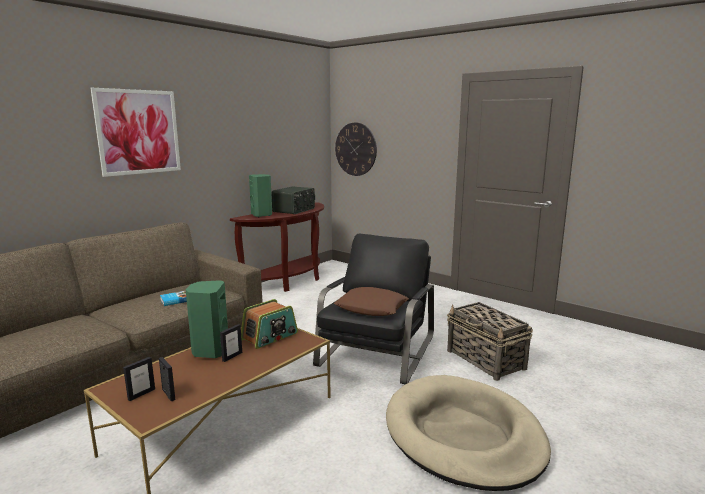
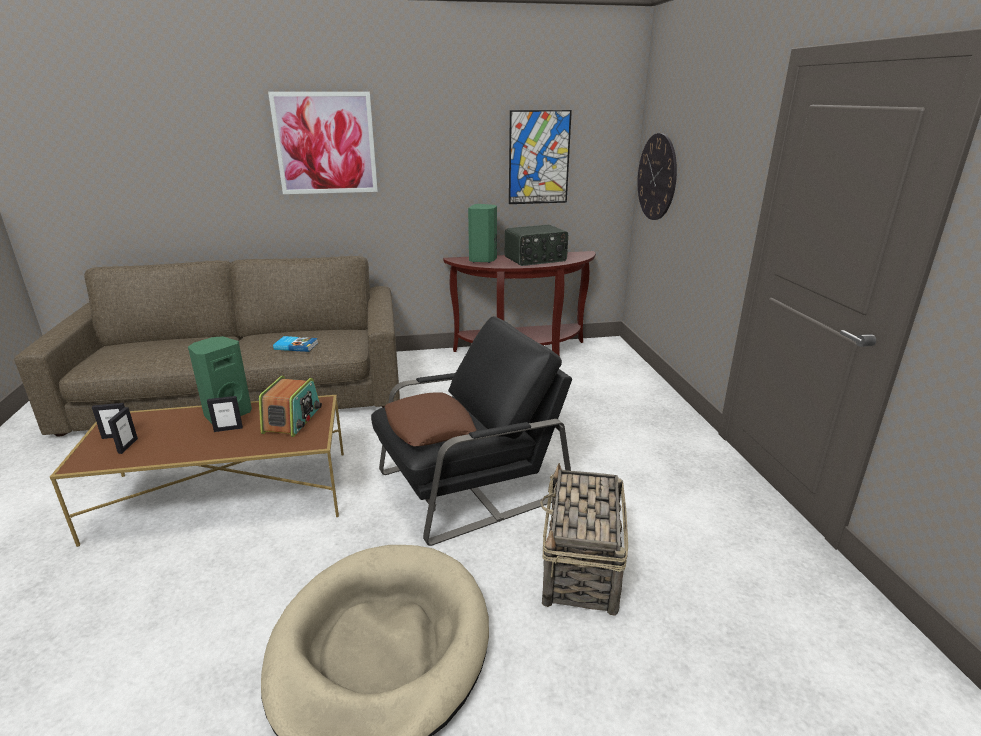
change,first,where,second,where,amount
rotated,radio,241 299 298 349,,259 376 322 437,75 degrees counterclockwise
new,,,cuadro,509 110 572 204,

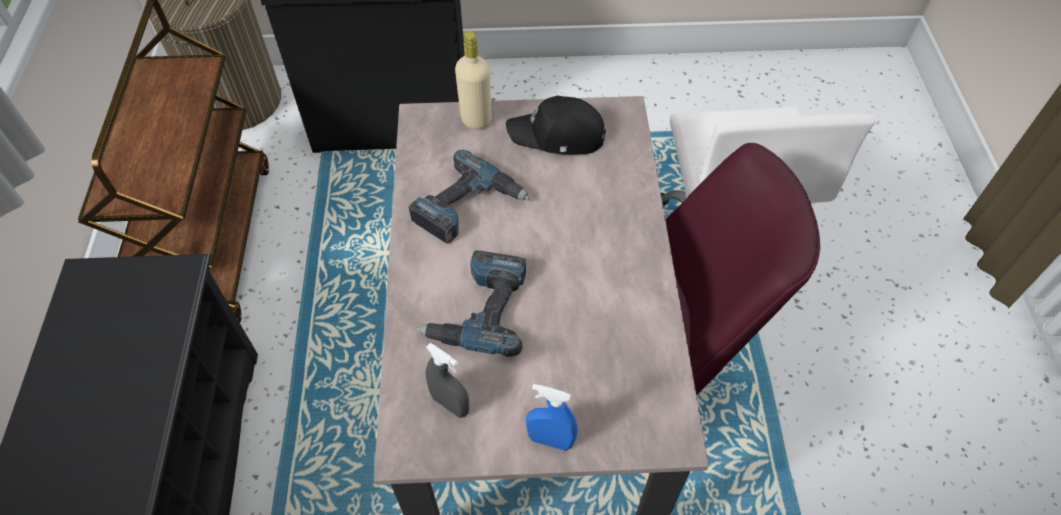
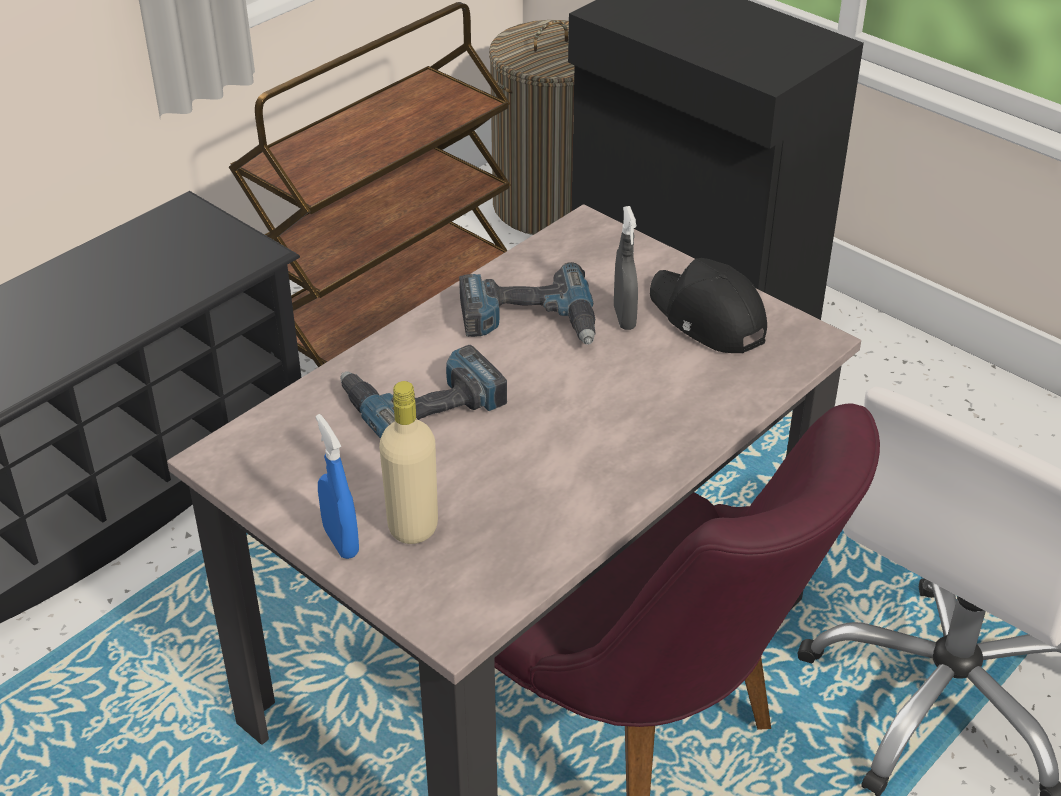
change,first,where,second,where,amount
shifted,botella [beis],455 31 492 130,,379 381 438 544,
shifted,pulverizador [gris],426 343 469 418,,614 206 638 330,

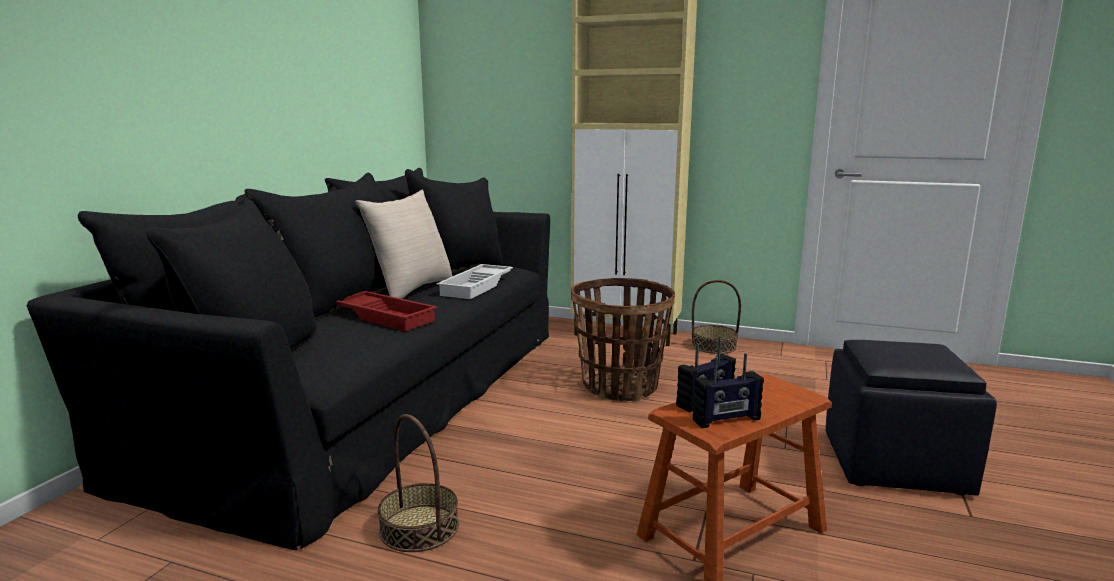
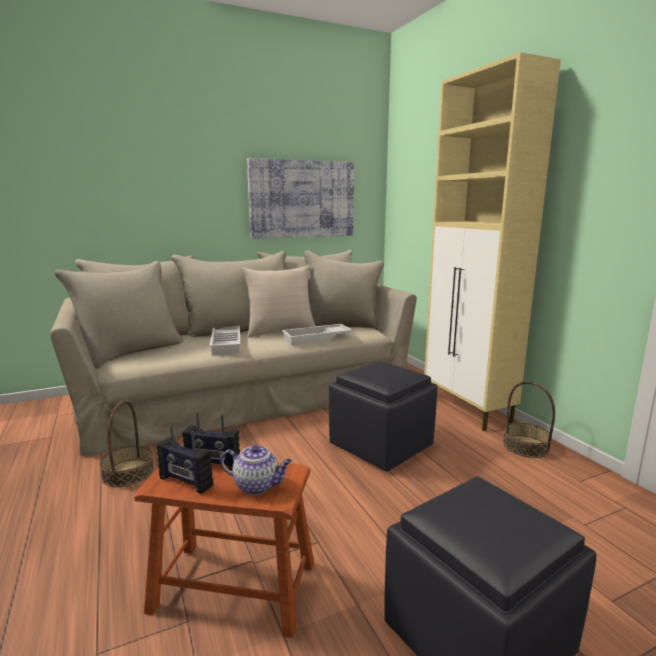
change,first,where,second,where,amount
repainted,sofá [negro],26 168 550 550,sofá [beis],50 250 417 456,
swapped,cesta,571 278 675 401,puf [negro],329 361 437 472,
repainted,bandeja [rojo],336 291 438 331,bandeja [blanco],209 326 240 355,
new,,,cuadro,247 158 354 239,
new,,,tetera,220 445 292 495,

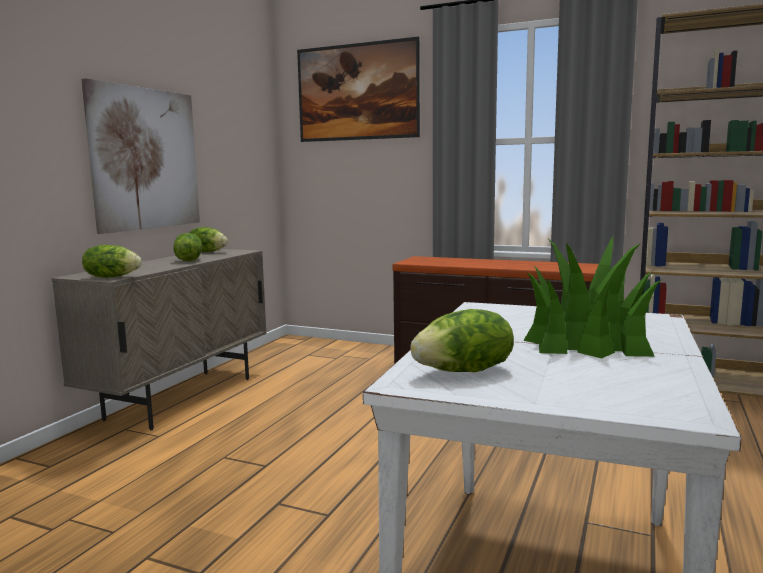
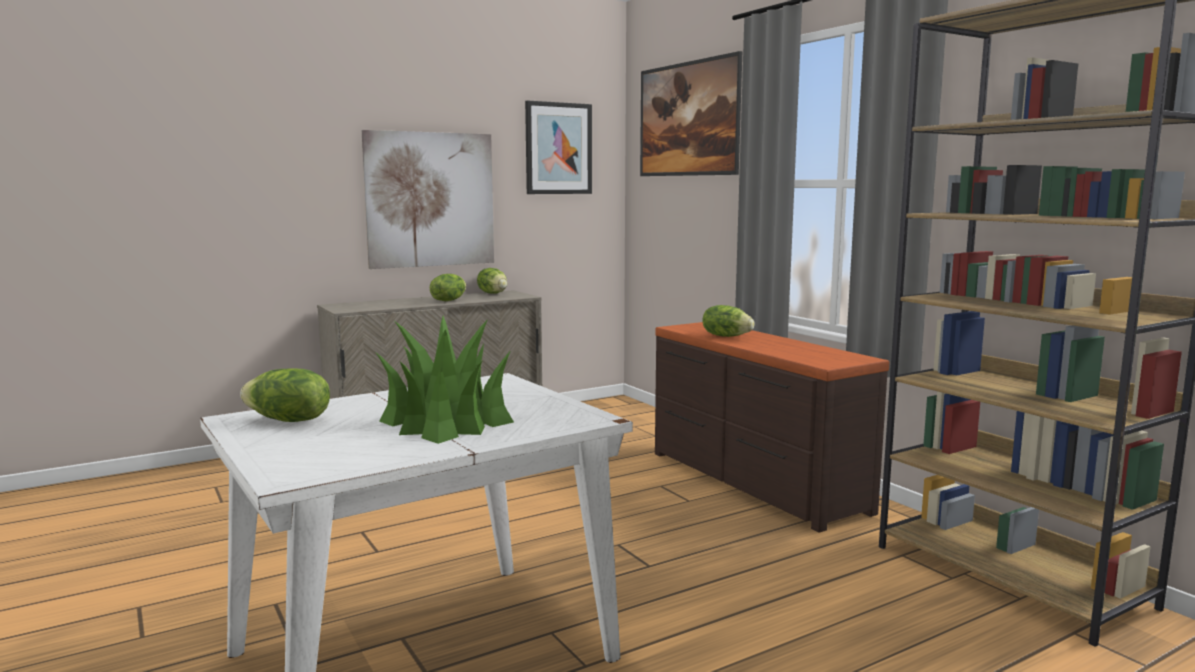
change,first,where,second,where,amount
shifted,lechuga,82 245 142 278,,703 305 755 337,
new,,,cuadro,525 100 592 194,

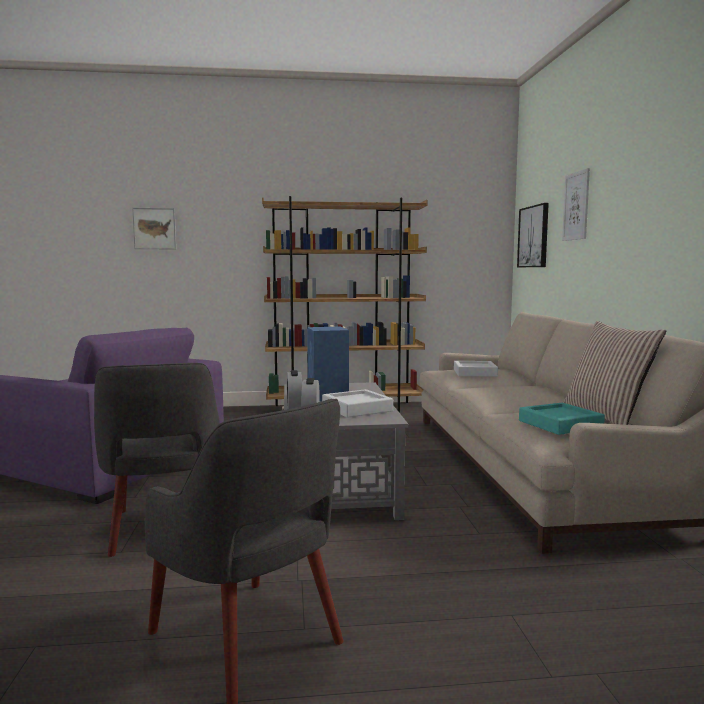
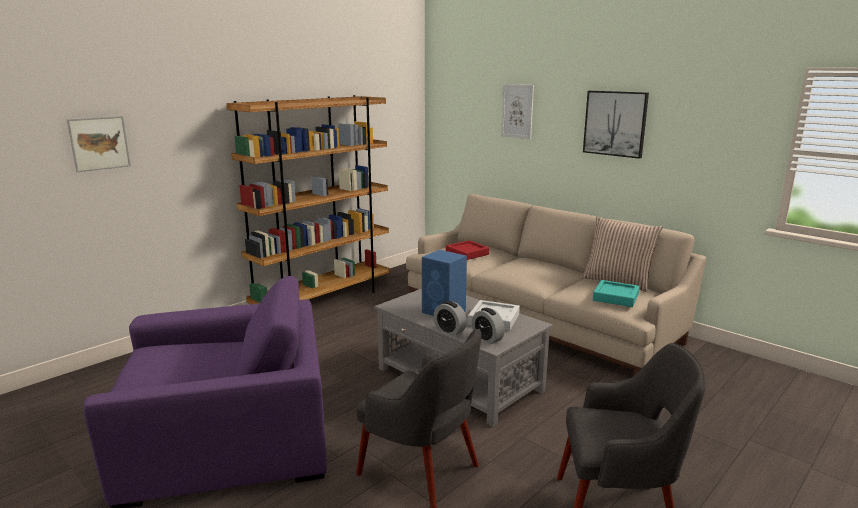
change,first,where,second,where,amount
shifted,cuadro,517 203 549 267,,583 91 649 159,
repainted,bandeja [gris],454 361 498 377,bandeja [rojo],446 240 489 260,

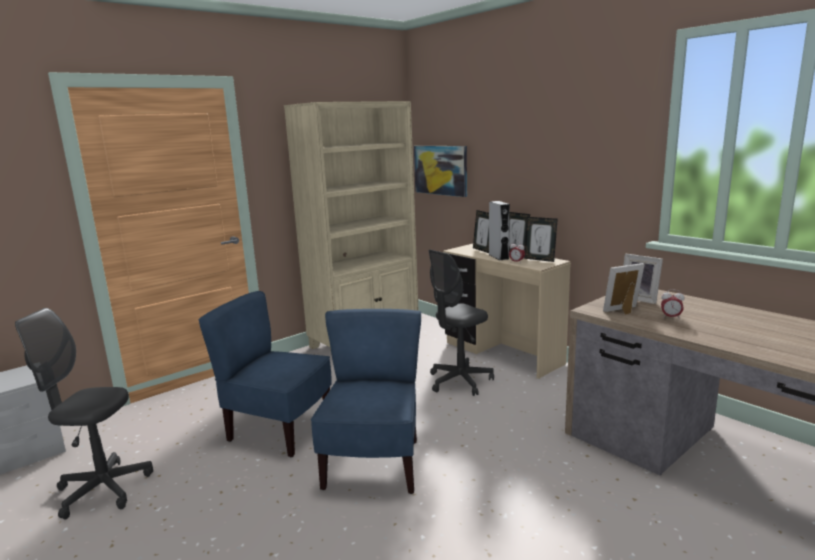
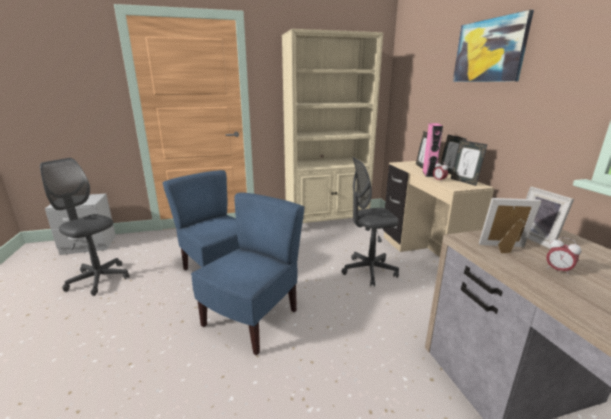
change,first,where,second,where,amount
shifted,cuadro,414 146 467 197,,453 10 534 82,
repainted,altavoz [gris],489 201 510 260,altavoz [rosa],423 123 443 177,

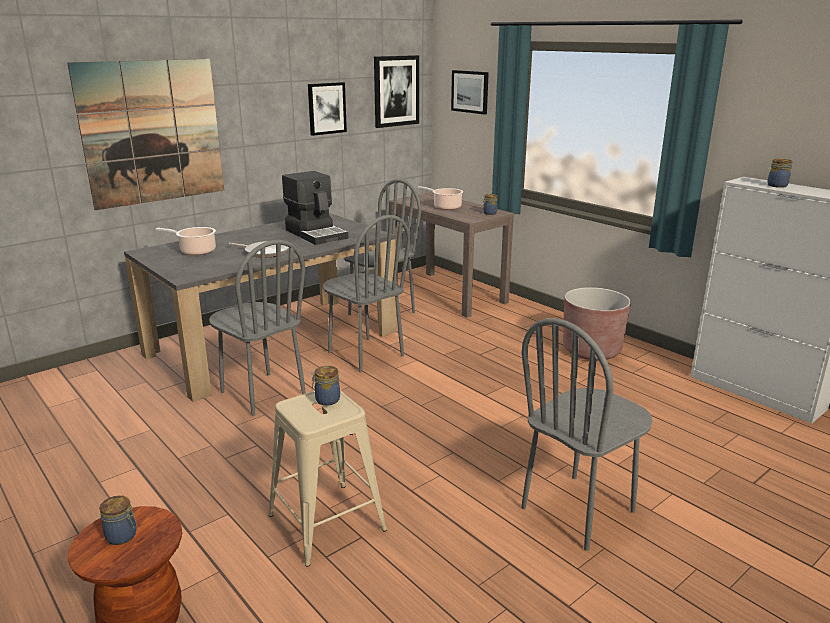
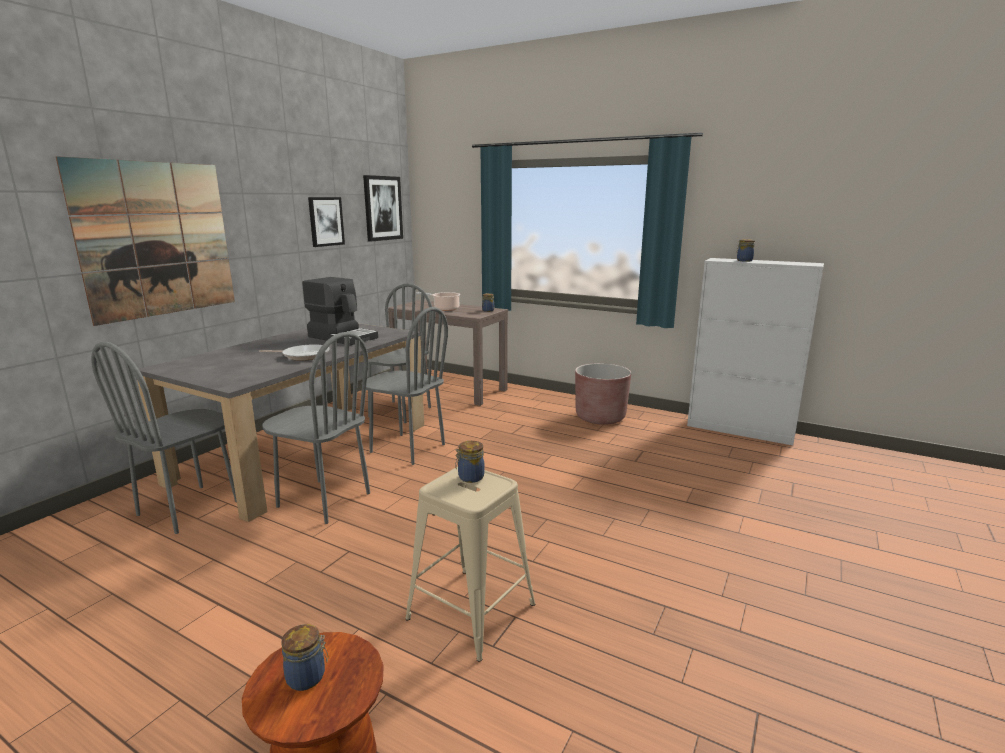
change,first,where,second,where,amount
gone,cuadro,451 70 489 115,,,
gone,olla,155 227 216 255,,,
shifted,silla [gris],521 318 653 551,,91 342 237 534,

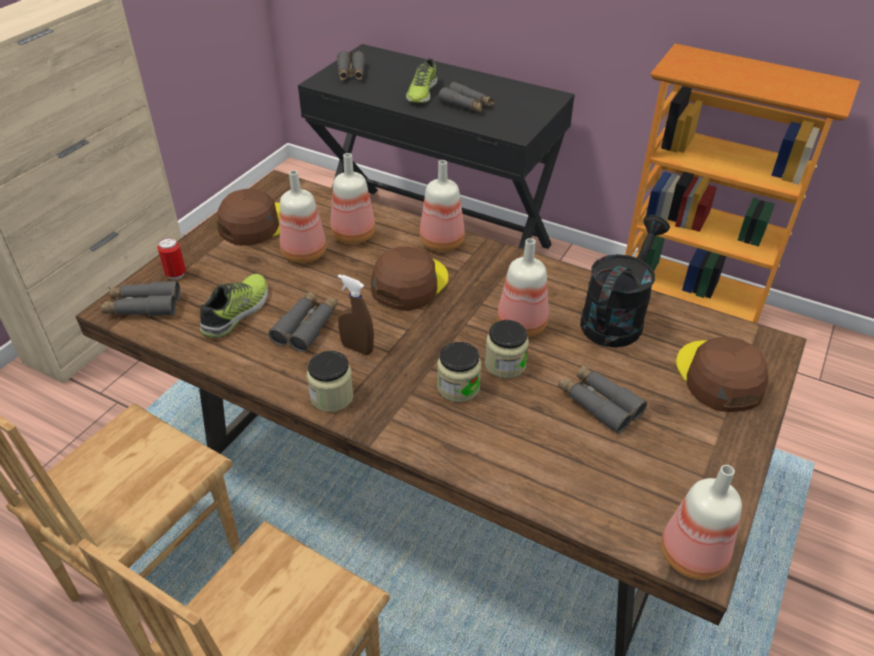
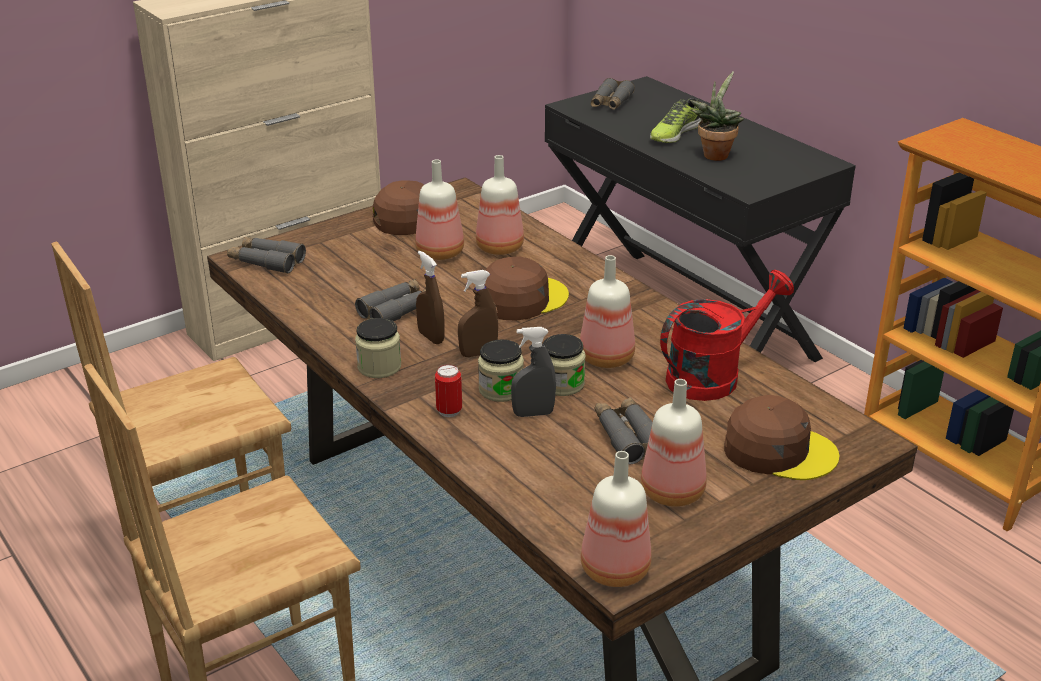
change,first,where,second,where,amount
swapped,prismáticos [gris],438 82 494 112,planta en maceta,690 71 744 161,
shifted,botella,420 160 465 252,,641 379 707 507,
repainted,regadera [negro],580 215 670 347,regadera [rojo],660 270 794 401,
shifted,lata,158 238 186 280,,435 364 462 417,
gone,zapato,200 274 268 338,,,
rotated,gorra [marrón],676 337 768 412,,724 395 839 480,90 degrees clockwise
new,,,pulverizador [marrón],458 270 498 357,
new,,,pulverizador [gris],511 327 556 417,

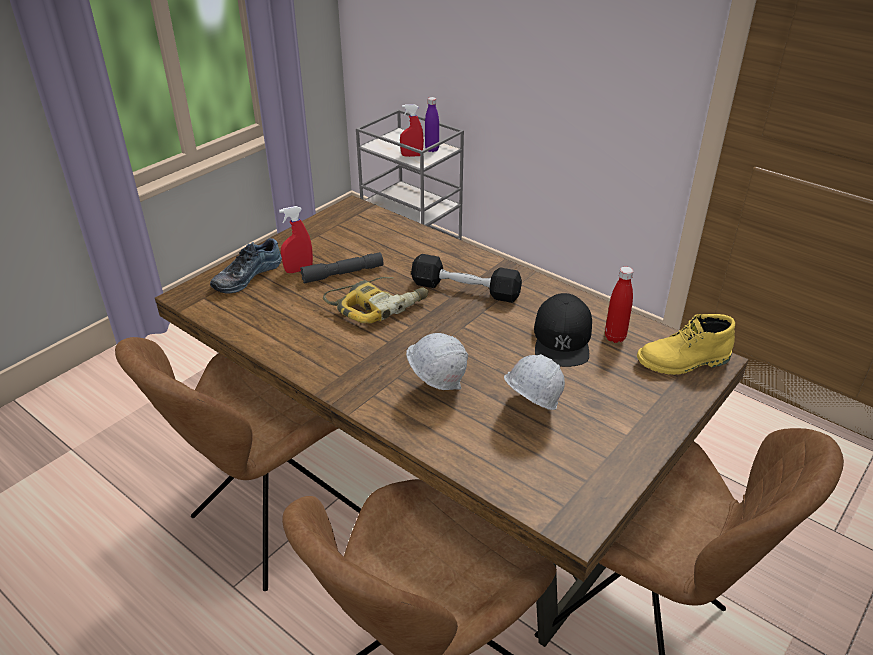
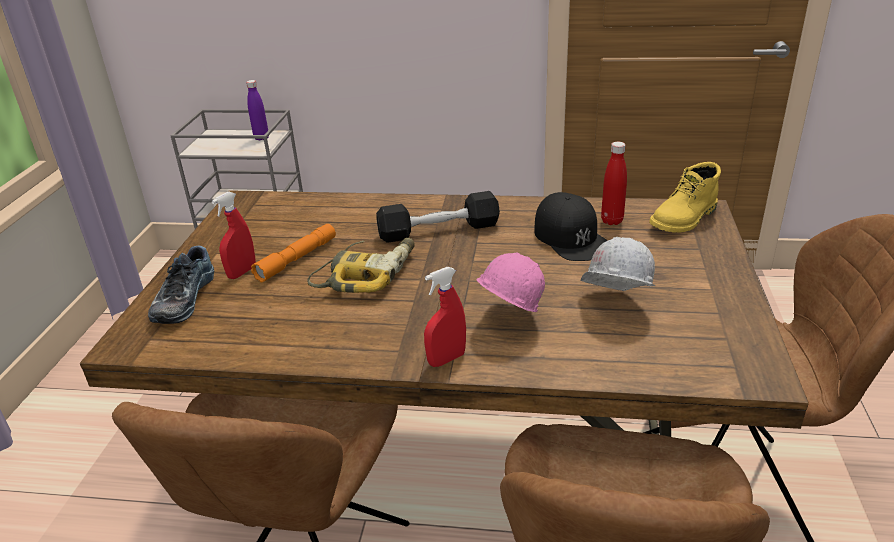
change,first,where,second,where,amount
shifted,pulverizador [rojo],400 105 424 157,,424 267 466 367,
repainted,linterna [gris],300 252 383 283,linterna [naranja],251 224 336 282,
repainted,casco [blanco],406 333 468 390,casco [rosa],477 253 545 312,

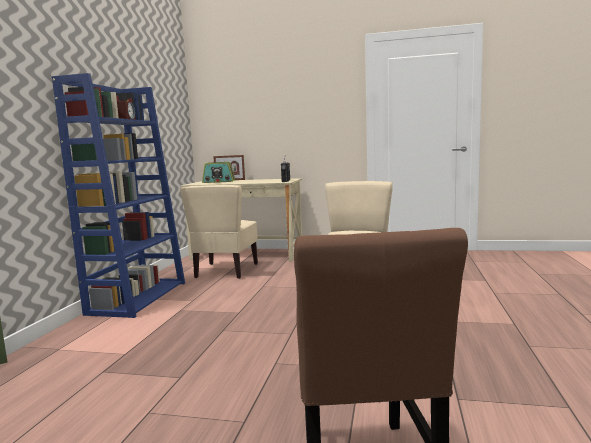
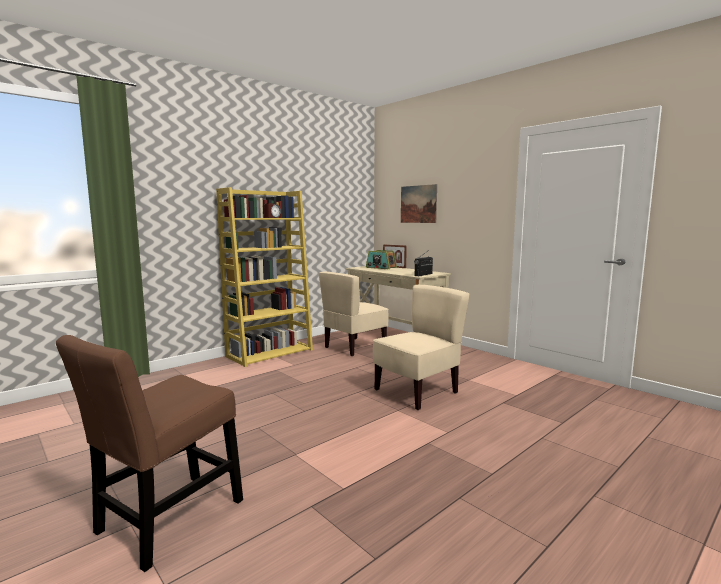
change,first,where,second,where,amount
repainted,estantería [azul],52 73 185 318,estantería [amarillo],216 187 313 367,
new,,,cuadro,401 184 437 223,

